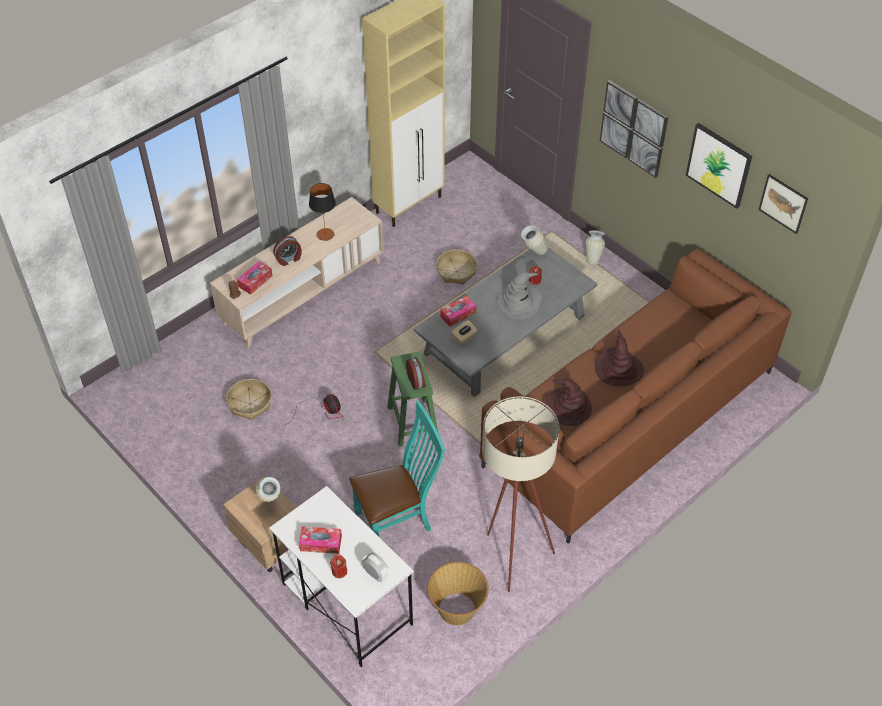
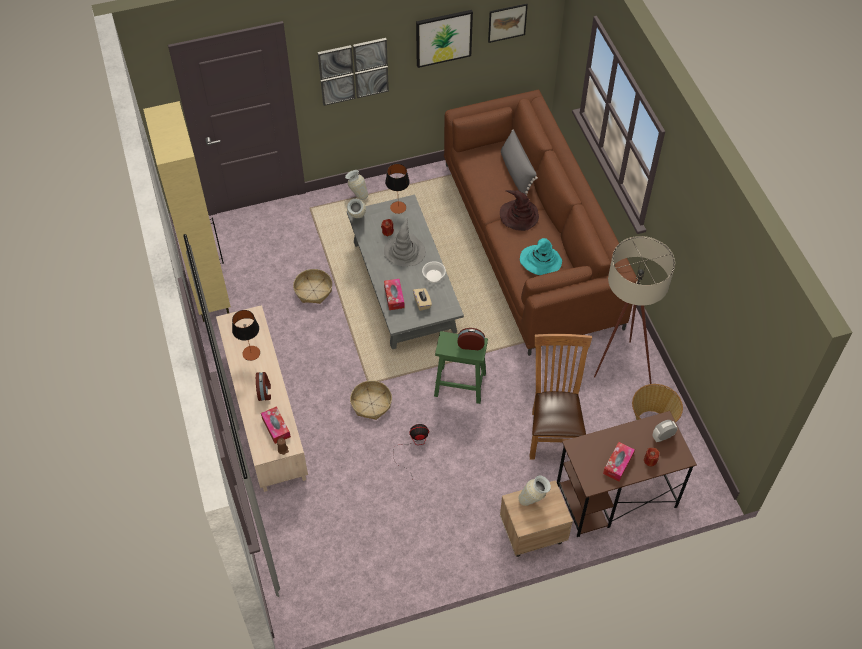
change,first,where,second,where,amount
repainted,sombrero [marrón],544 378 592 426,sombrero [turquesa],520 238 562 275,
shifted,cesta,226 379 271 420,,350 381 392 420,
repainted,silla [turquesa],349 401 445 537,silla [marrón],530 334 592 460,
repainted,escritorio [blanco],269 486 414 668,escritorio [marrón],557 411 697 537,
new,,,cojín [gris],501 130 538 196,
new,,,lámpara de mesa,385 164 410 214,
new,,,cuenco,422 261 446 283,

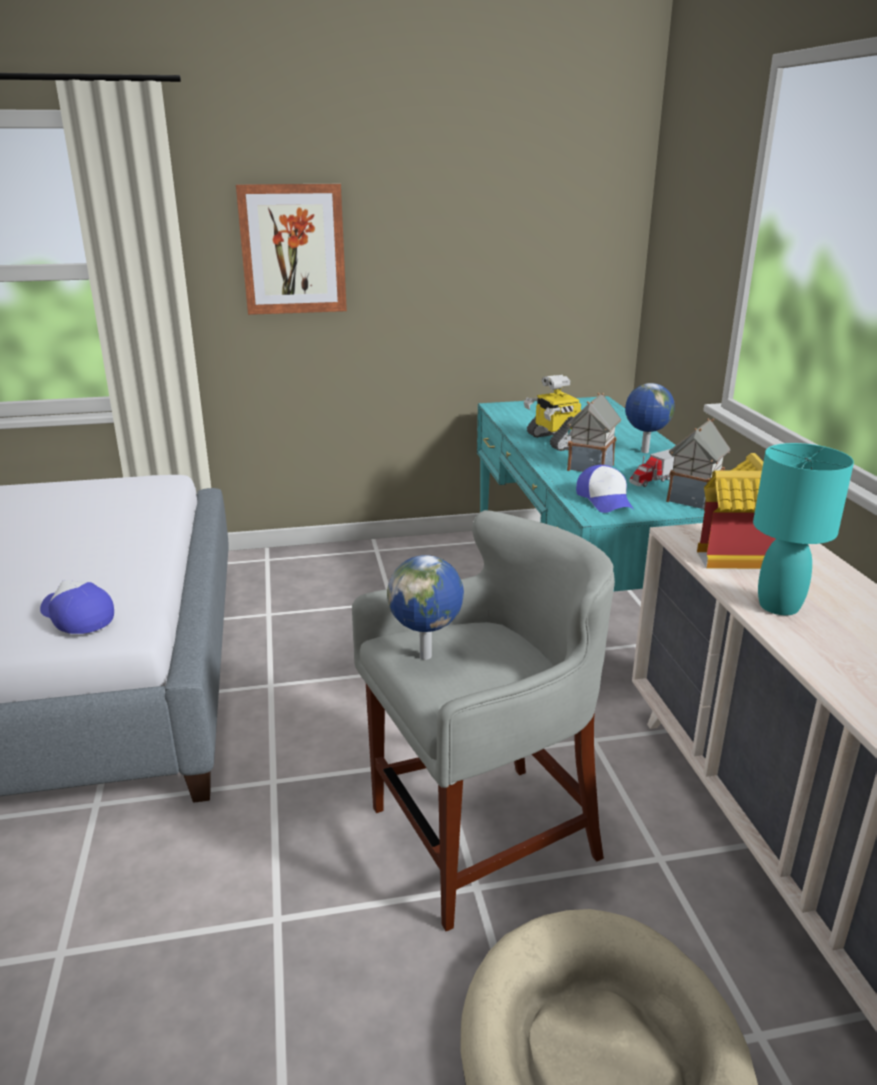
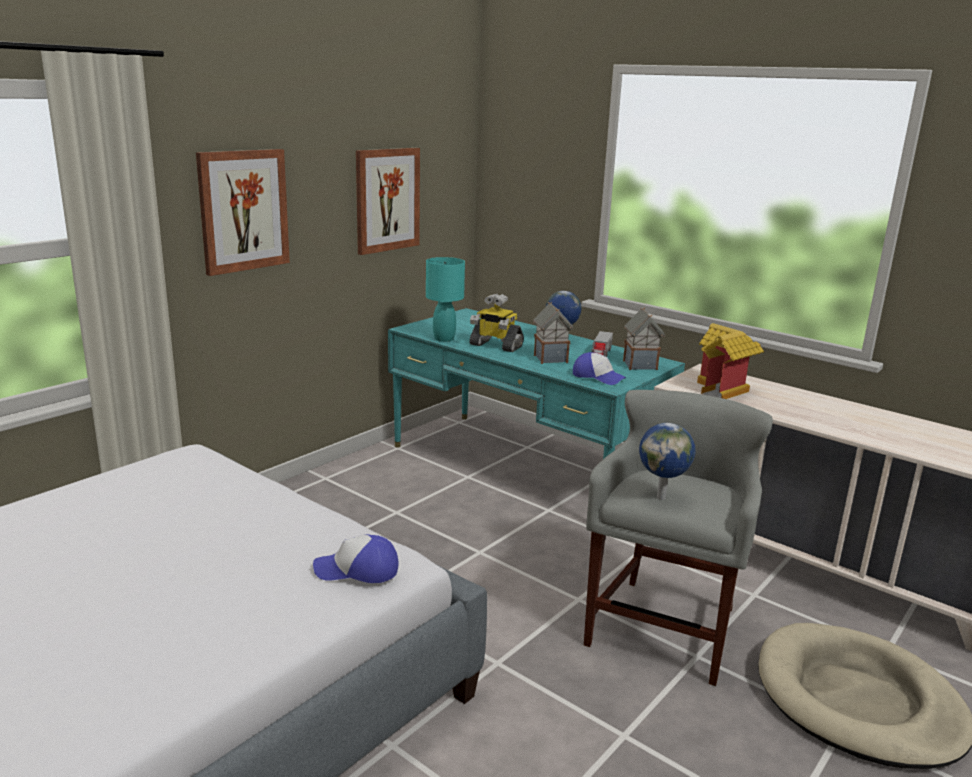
change,first,where,second,where,amount
shifted,lámpara de mesa [turquesa],753 443 854 615,,426 257 465 342,
new,,,cuadro,356 148 420 255,

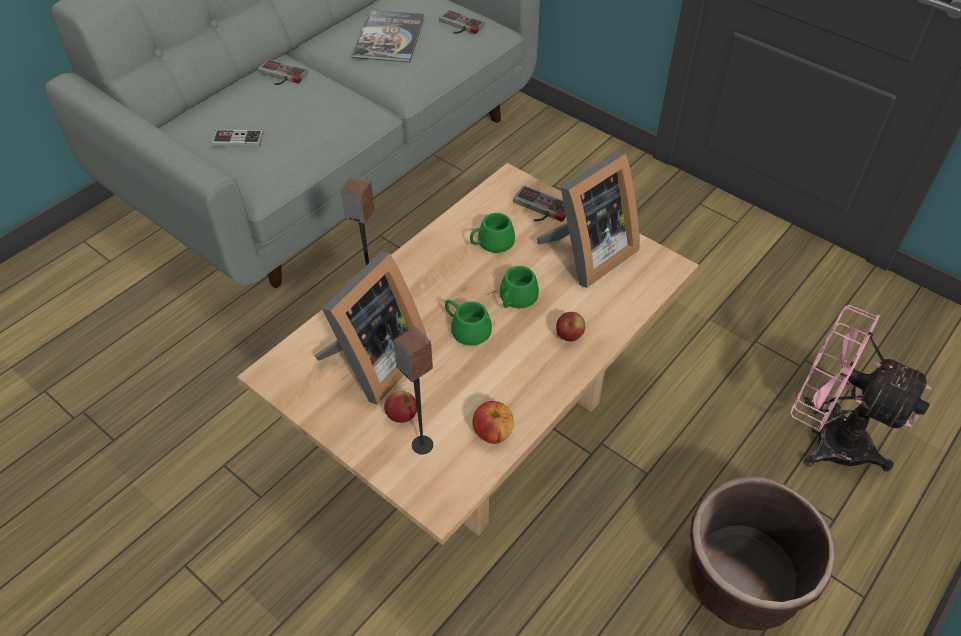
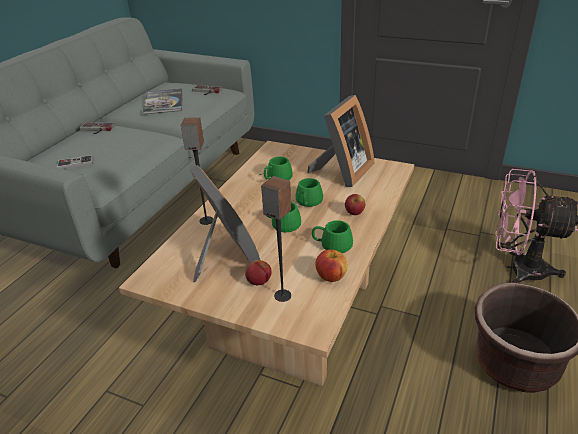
change,first,where,second,where,amount
gone,mando de consola,513 186 566 222,,,
rotated,portarretratos,314 252 427 405,,189 165 260 282,45 degrees counterclockwise
new,,,taza grande [verde],312 220 353 253,

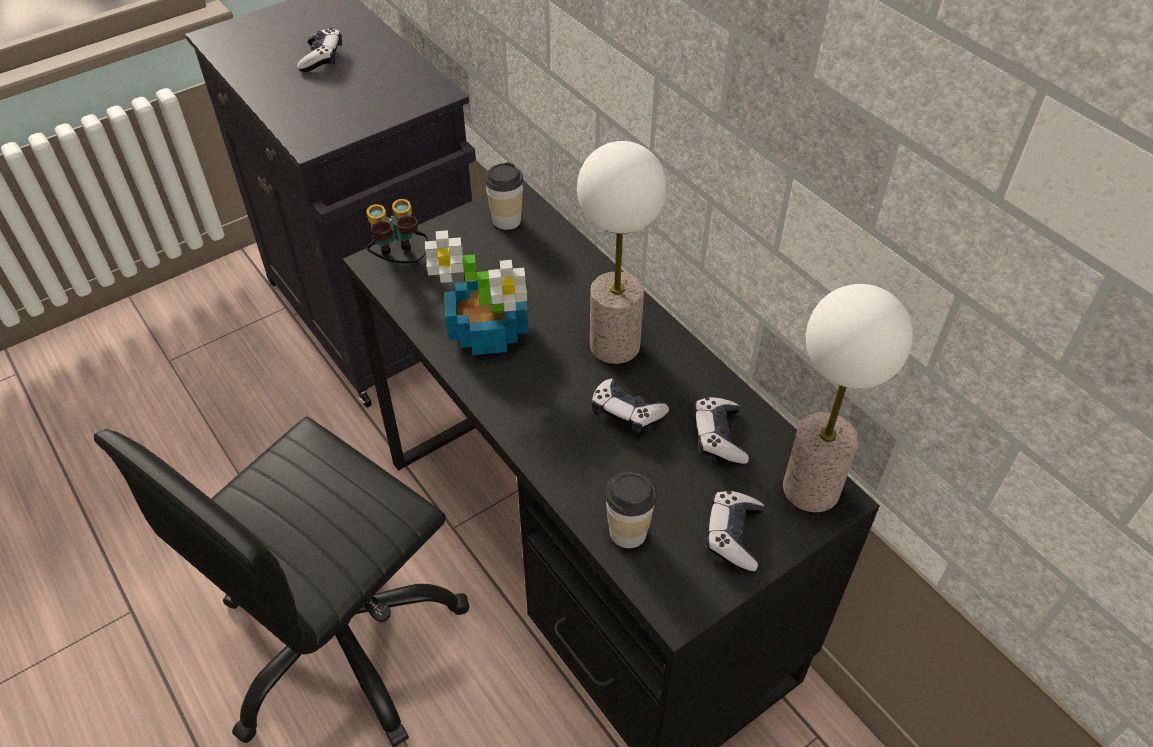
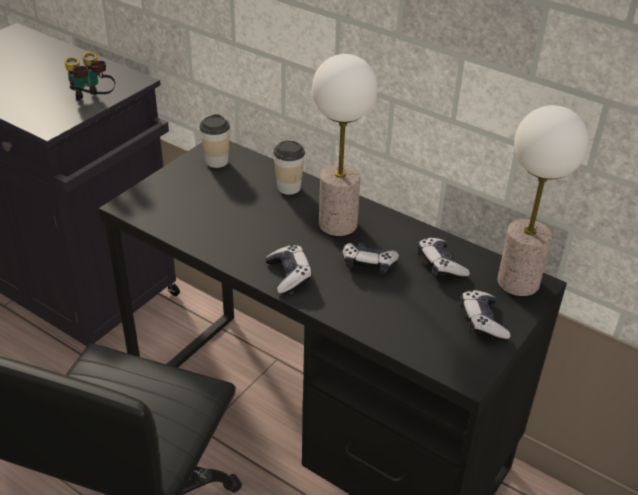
change,first,where,second,where,amount
shifted,mando de consola,297 28 342 72,,265 245 312 295,
shifted,prismáticos,366 199 429 264,,64 52 115 100,
gone,planta en maceta,425 230 528 355,,,
shifted,taza,605 472 657 548,,274 140 305 195,

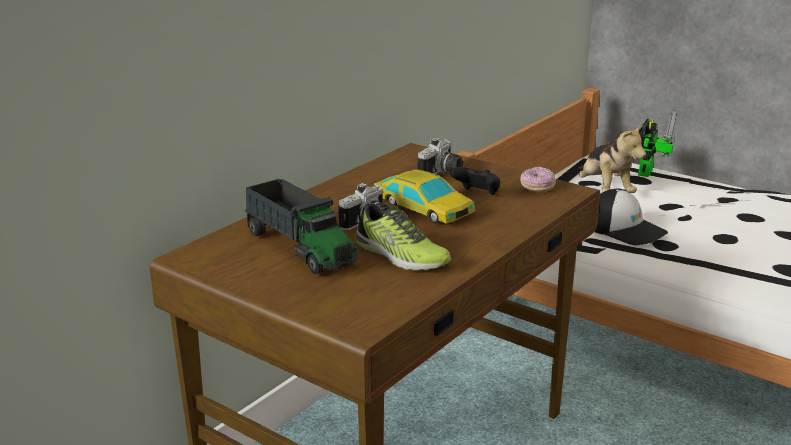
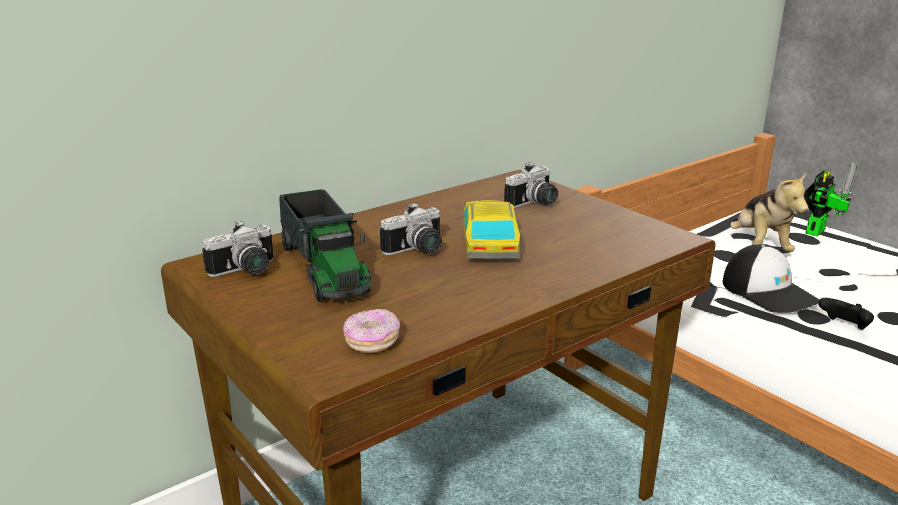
change,first,where,second,where,amount
shifted,mando de consola [negro],450 167 500 195,,818 298 874 329,
shifted,rosquilla,520 167 556 192,,343 309 400 353,
rotated,coche de juguete,374 170 475 224,,464 200 520 259,150 degrees counterclockwise
gone,zapato,355 203 451 270,,,
new,,,cámara,202 221 274 277,

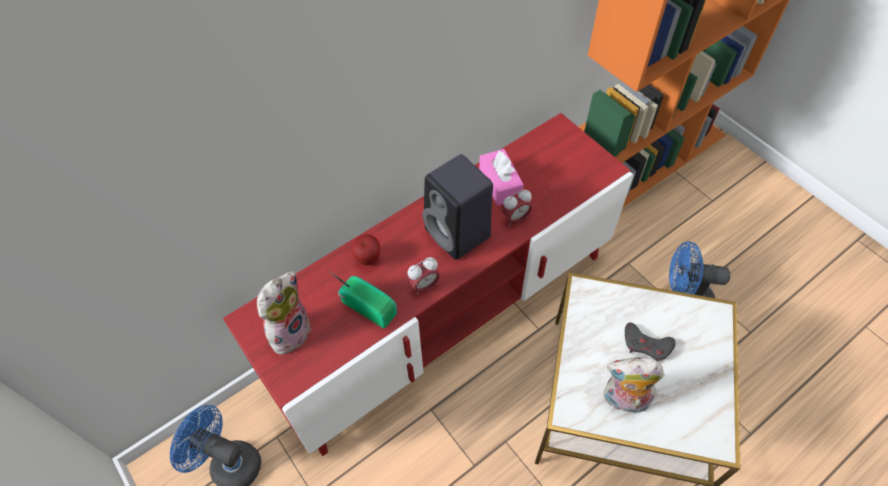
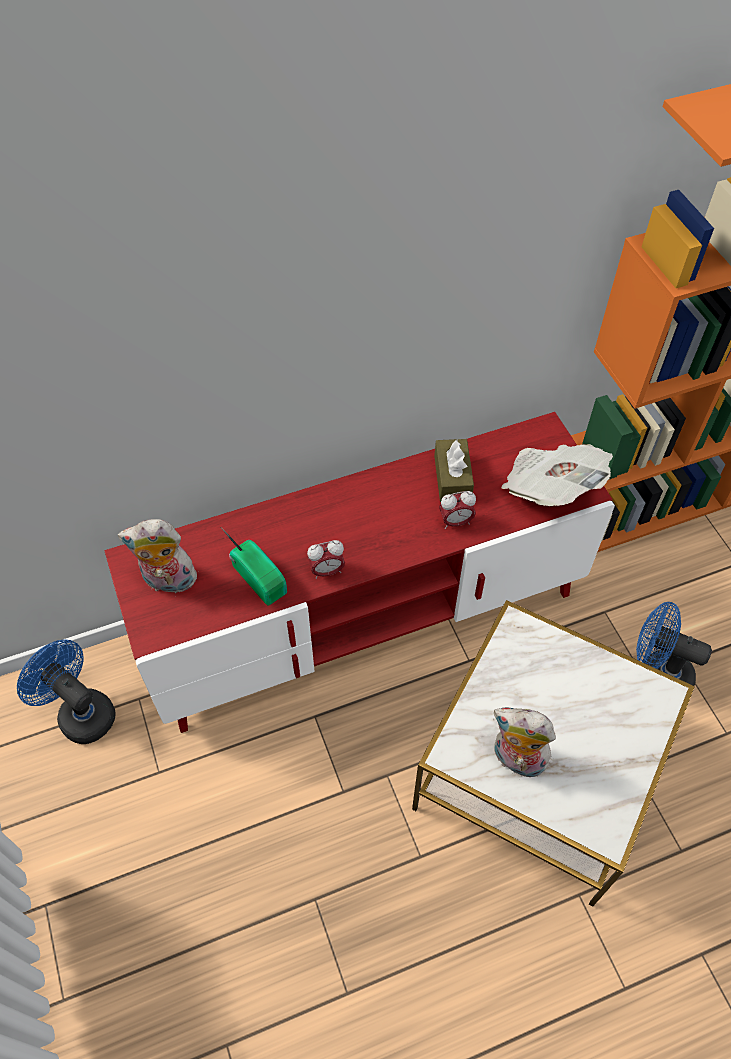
change,first,where,second,where,amount
repainted,caja de pañuelos [rosa],479 149 524 205,caja de pañuelos [marrón],434 439 474 502,
gone,altavoz [negro],422 154 493 260,,,
gone,manzana,351 234 380 265,,,
rotated,peluche,257 271 312 355,,118 519 197 593,135 degrees counterclockwise
gone,mando de consola [gris],625 323 676 361,,,
new,,,periódico,501 444 613 506,

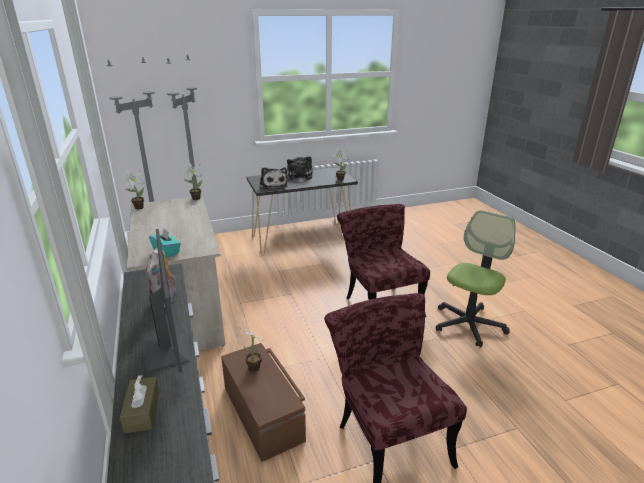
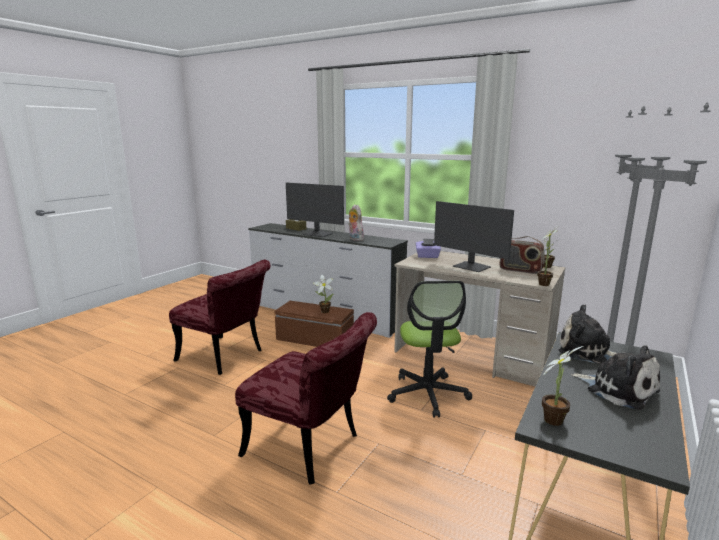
change,first,where,second,where,amount
shifted,silla de oficina,436 210 515 348,,387 281 472 418,
repainted,caja de pañuelos [turquesa],149 229 181 258,caja de pañuelos [morado],416 238 441 258,
new,,,monitor,434 201 514 272,
new,,,radio,499 236 545 274,

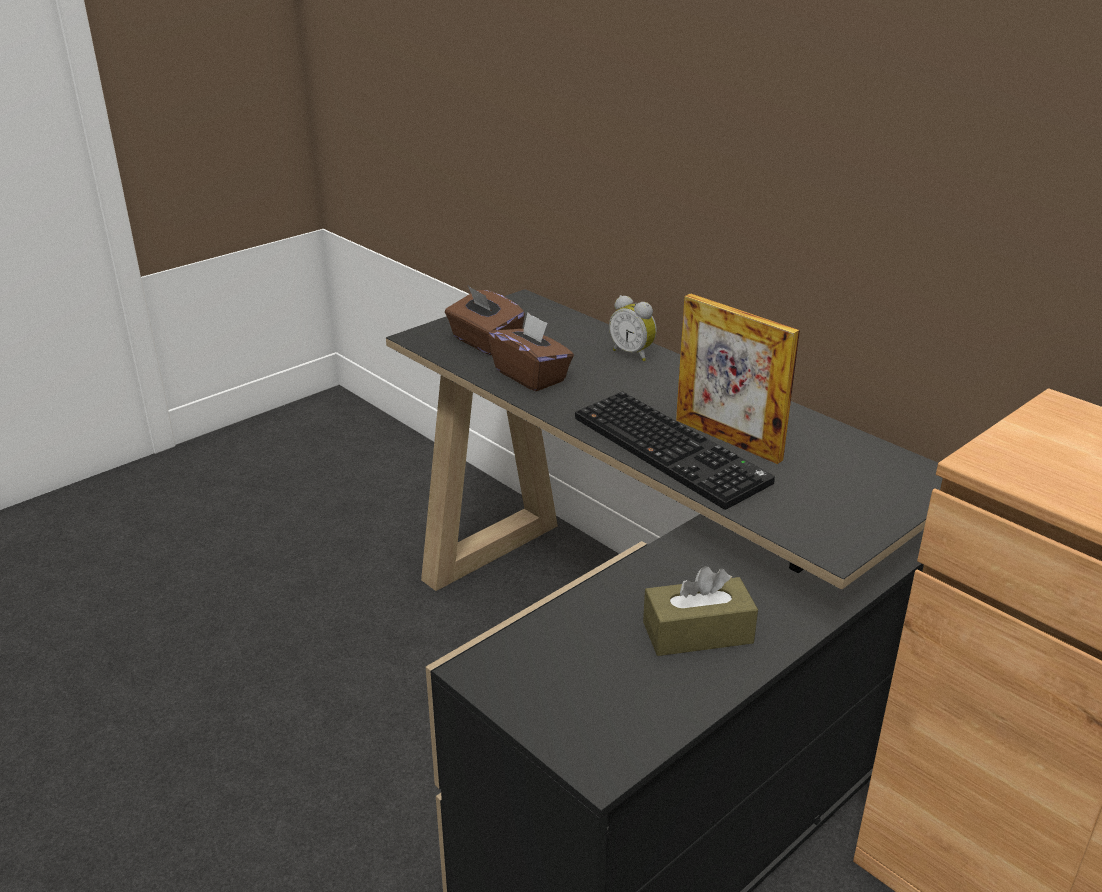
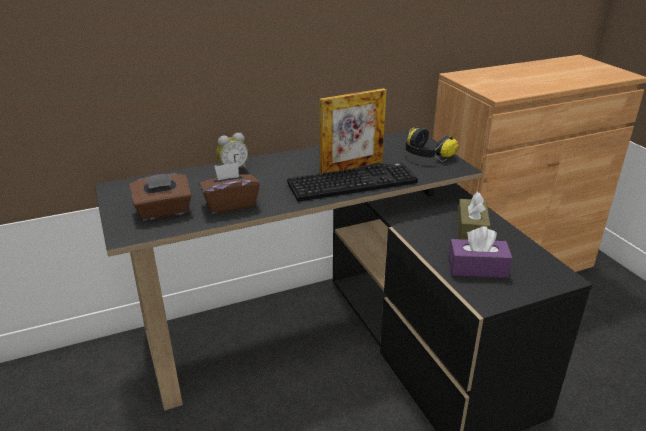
change,first,where,second,where,amount
new,,,auriculares,405 126 459 162,
new,,,caja de pañuelos [morado],448 226 512 278,

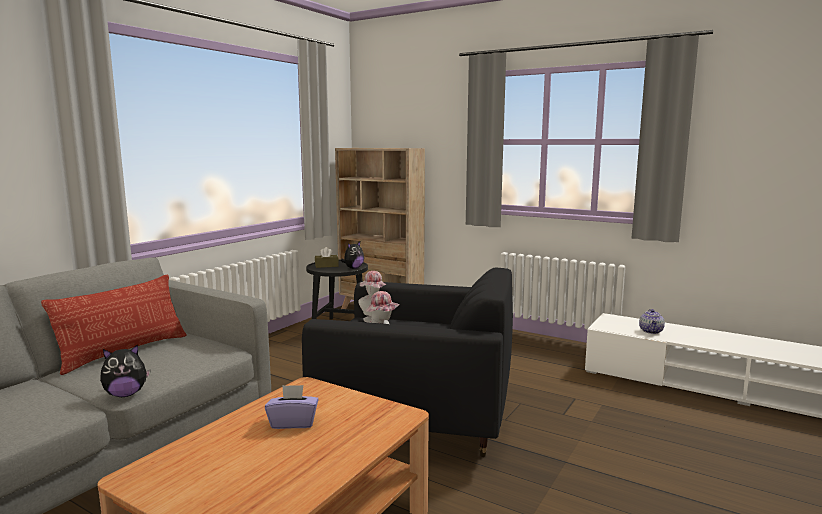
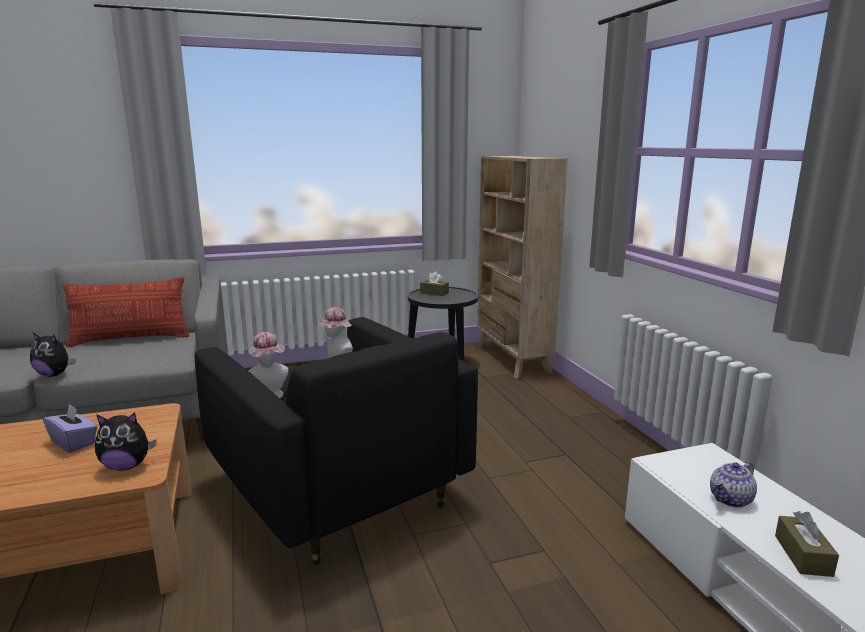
change,first,where,second,where,amount
shifted,peluche,341 242 364 269,,95 413 157 471,
new,,,caja de pañuelos [marrón],775 511 839 577,

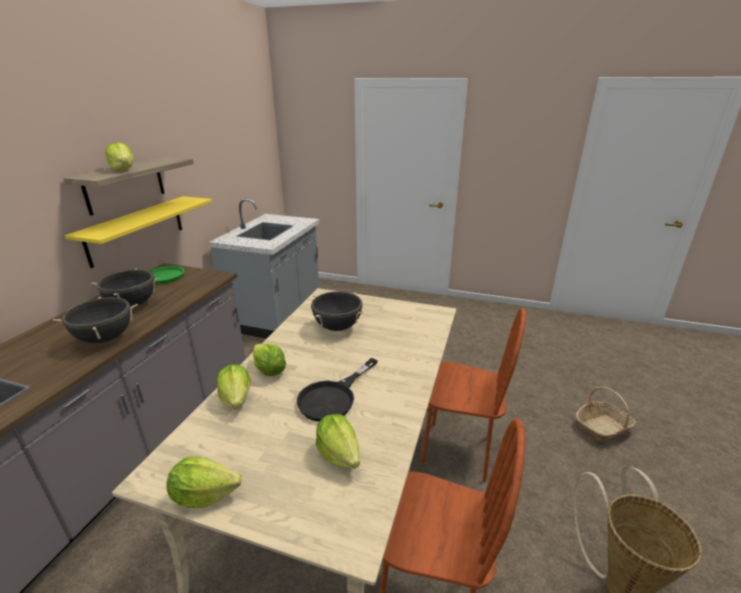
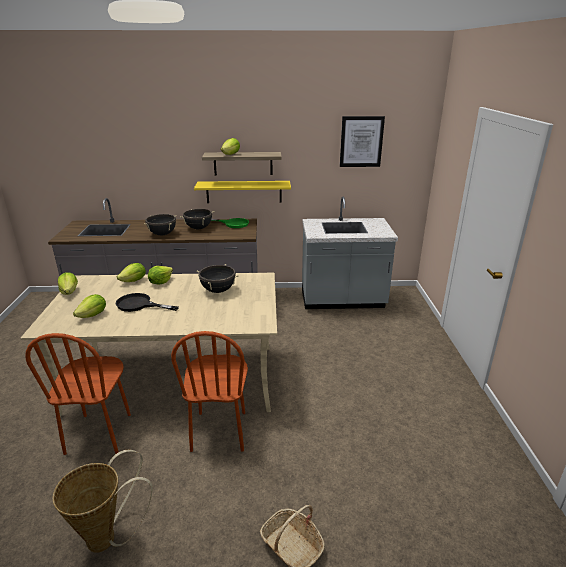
change,first,where,second,where,amount
new,,,cuadro,340 116 385 167,

